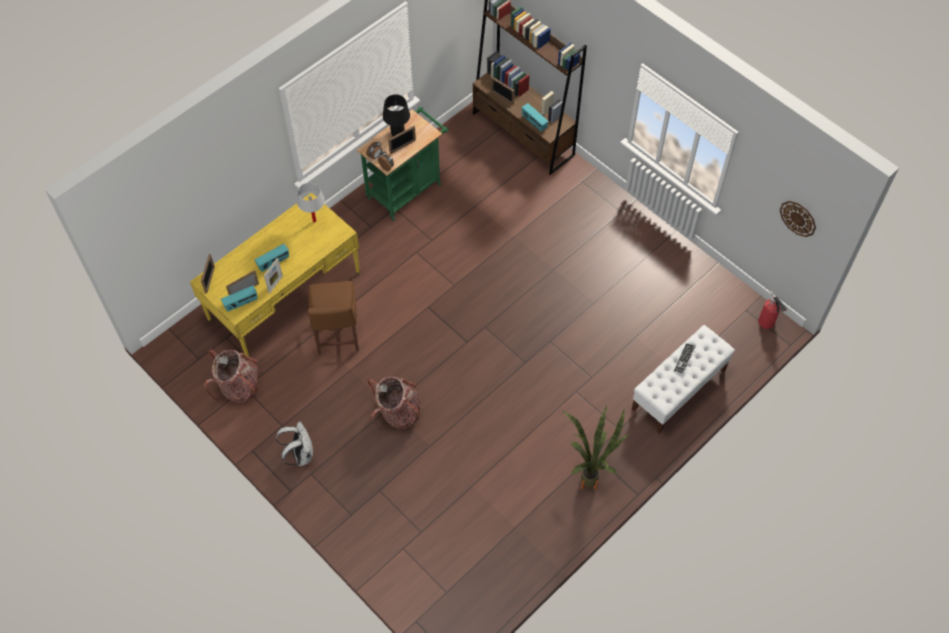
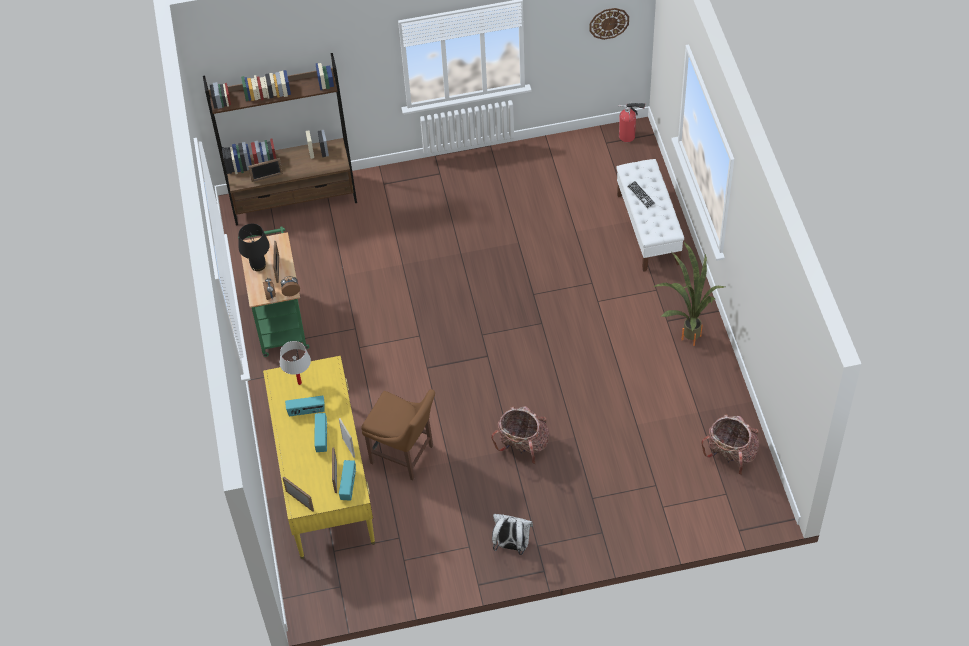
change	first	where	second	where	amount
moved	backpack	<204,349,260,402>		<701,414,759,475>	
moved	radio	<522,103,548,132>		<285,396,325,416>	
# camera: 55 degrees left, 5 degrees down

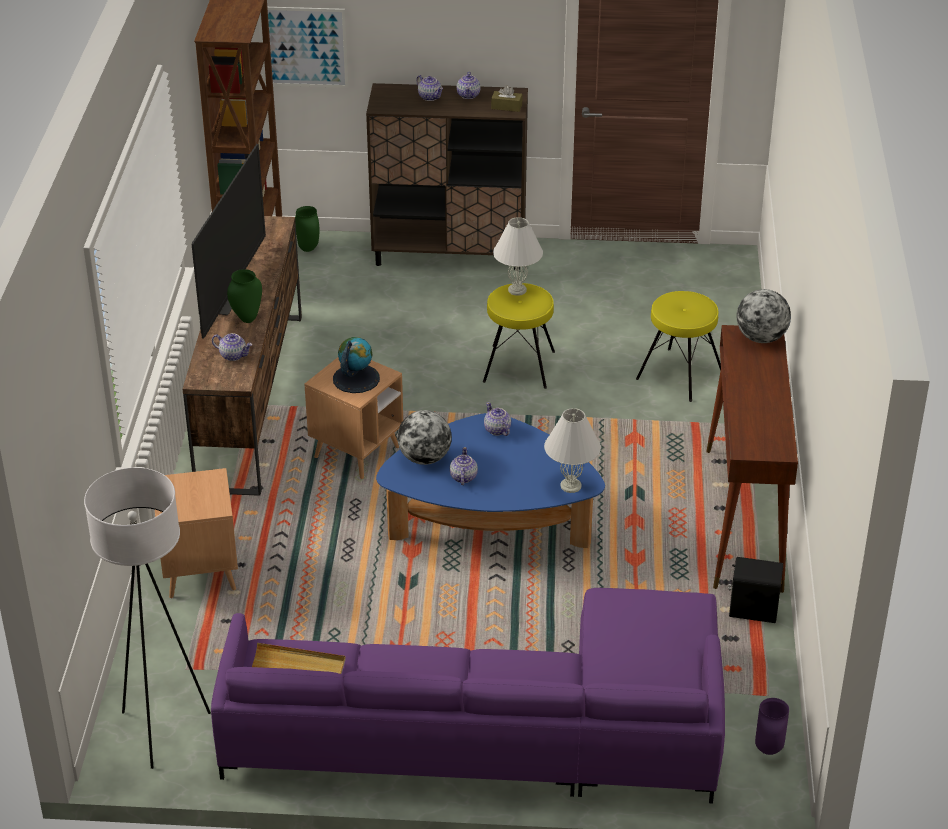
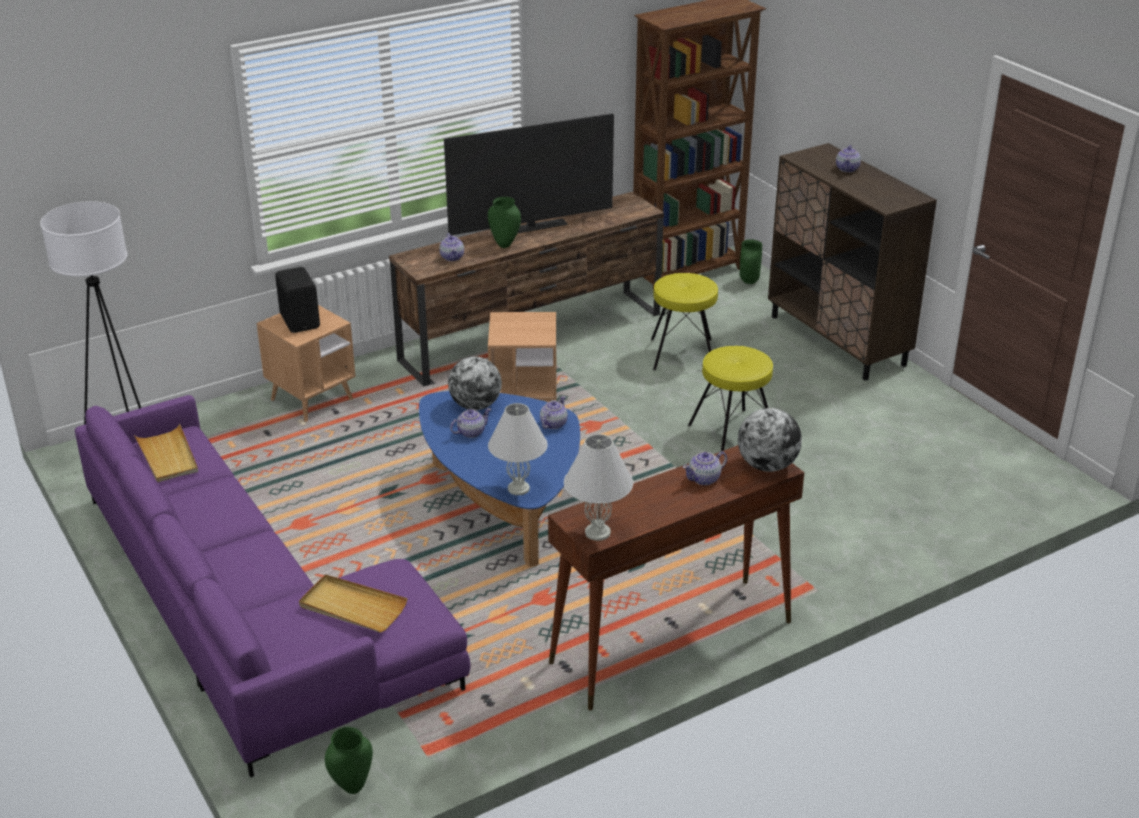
change	first	where	second	where	amount
removed	picture	<258,7,348,88>			
removed	globe	<333,337,380,393>			
moved	teapot	<457,71,480,99>		<683,451,727,485>	
removed	tissue box/brown	<491,85,522,112>			
moved	table lamp/white	<493,217,543,296>		<564,434,633,541>	
moved	stool/yellow	<636,291,721,402>		<651,273,718,371>	
moved	speaker/black	<728,557,783,623>		<275,267,320,333>	
recoloured	vase/purple	<755,698,789,755>	vase/green	<325,727,373,794>	
added			tray/beige	<299,574,408,633>	
# camera: 55 degrees right, 5 degrees down

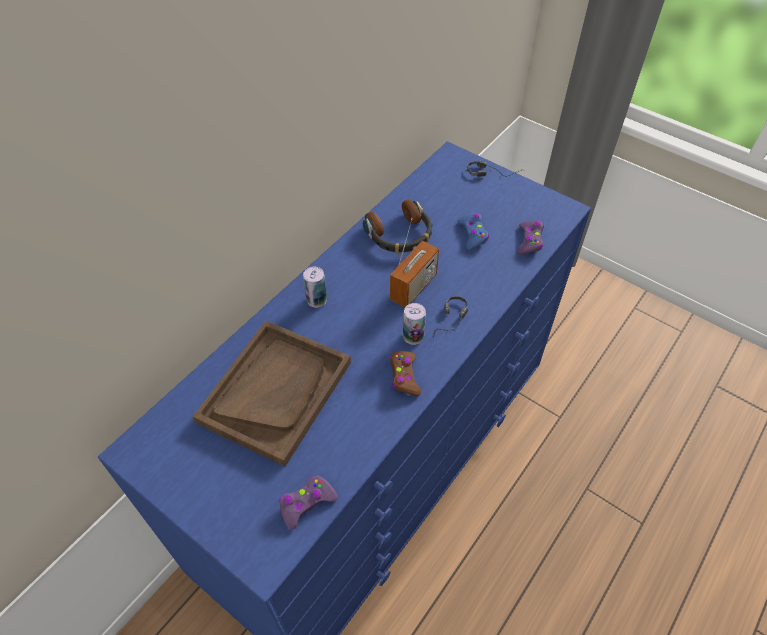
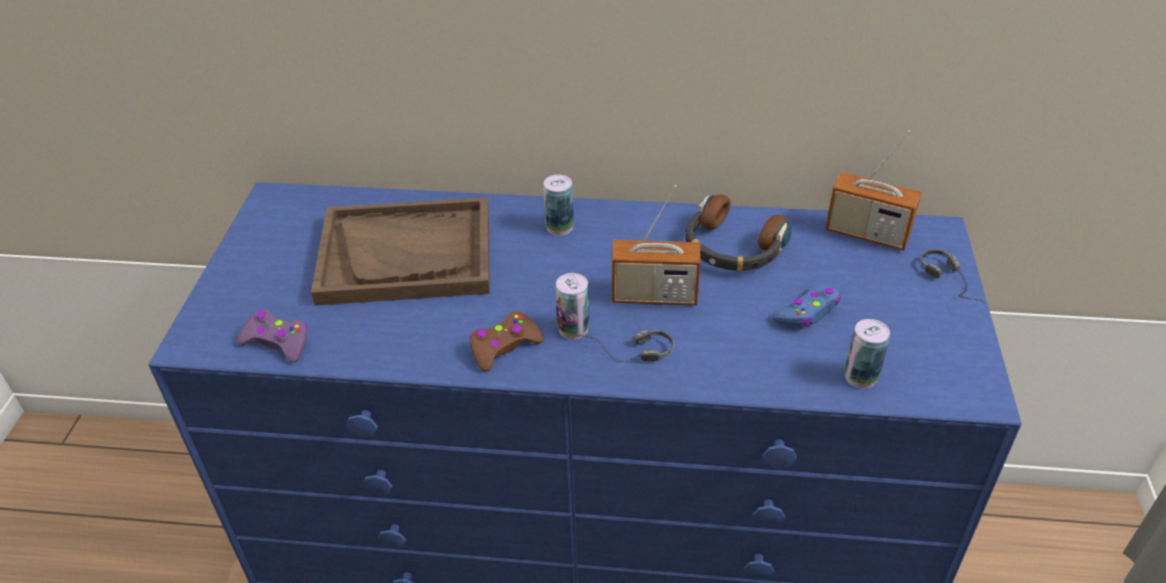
change	first	where	second	where	amount
replaced	game controller/purple	<518,220,544,255>	can	<845,319,890,388>	
added			radio	<825,130,921,251>	
# camera: 60 degrees right, 10 degrees down

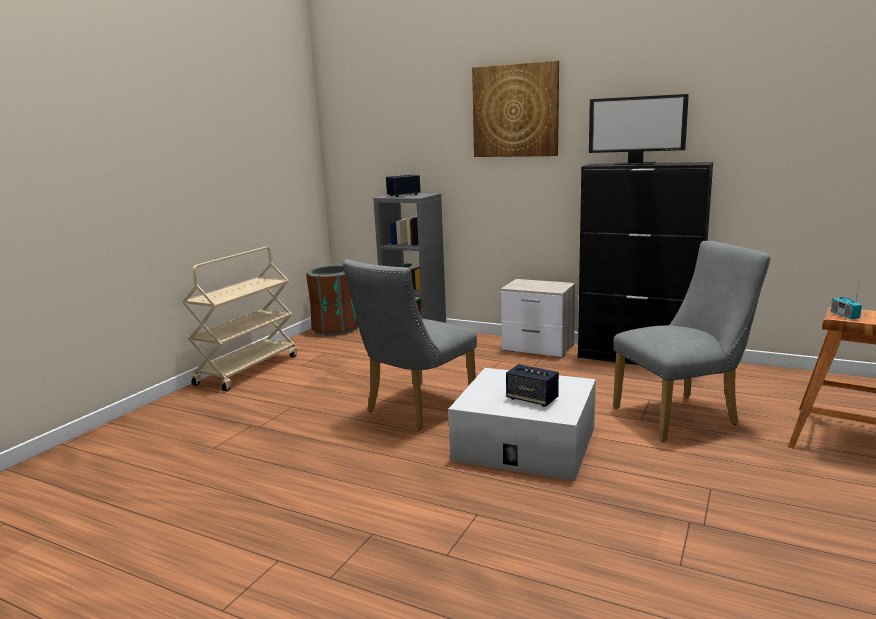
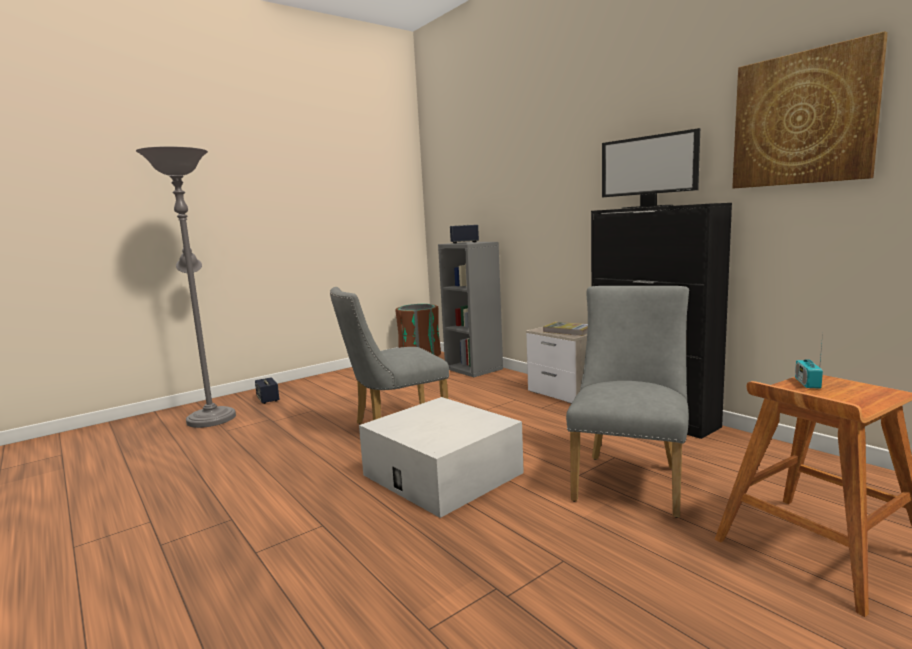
change	first	where	second	where	amount
removed	cart/beige	<182,247,297,391>			
moved	picture	<472,60,559,157>		<732,31,888,188>	
moved	speaker	<506,364,559,407>		<255,377,279,404>	
turned	chair/grey	<613,241,771,442>		<566,286,689,518>	75 degrees counterclockwise
added			floor lamp/grey	<136,146,236,428>	
added			book	<543,322,588,336>	
# camera: 25 degrees right, 5 degrees down

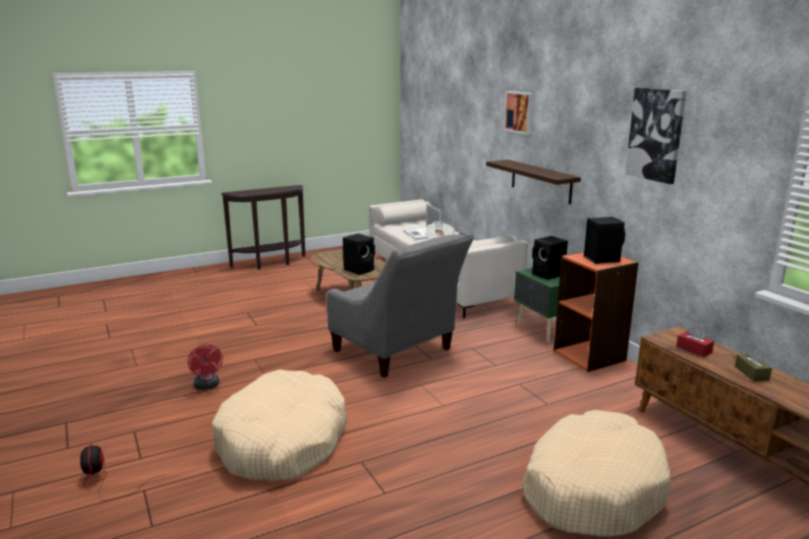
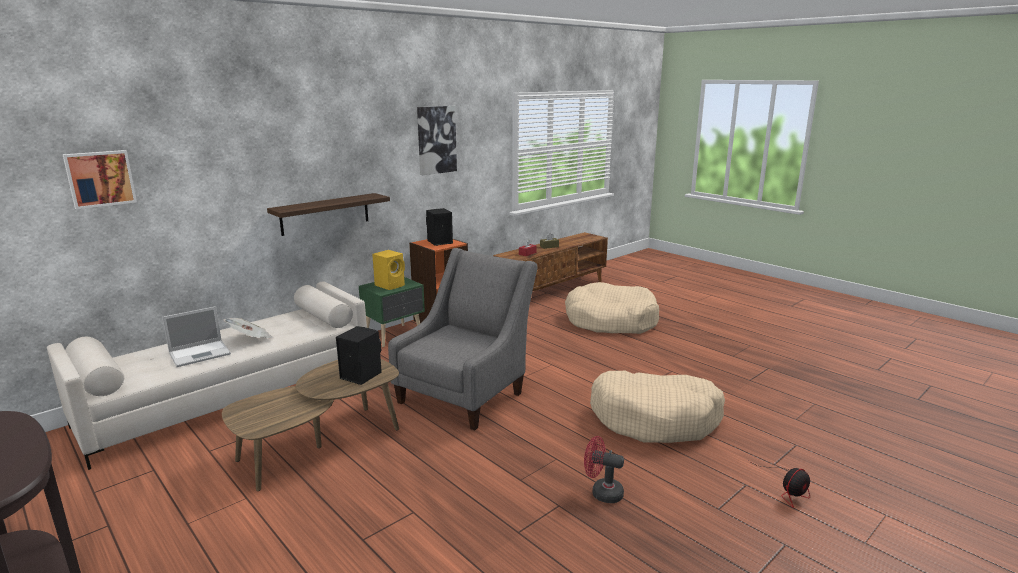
change	first	where	second	where	amount
turned	fan/red	<188,344,223,390>		<584,436,624,503>	120 degrees counterclockwise
moved	picture	<504,91,534,135>		<62,150,137,209>	
recoloured	speaker/black	<532,236,568,280>	speaker/yellow	<372,250,405,290>	
# camera: 105 degrees left, 0 degrees up

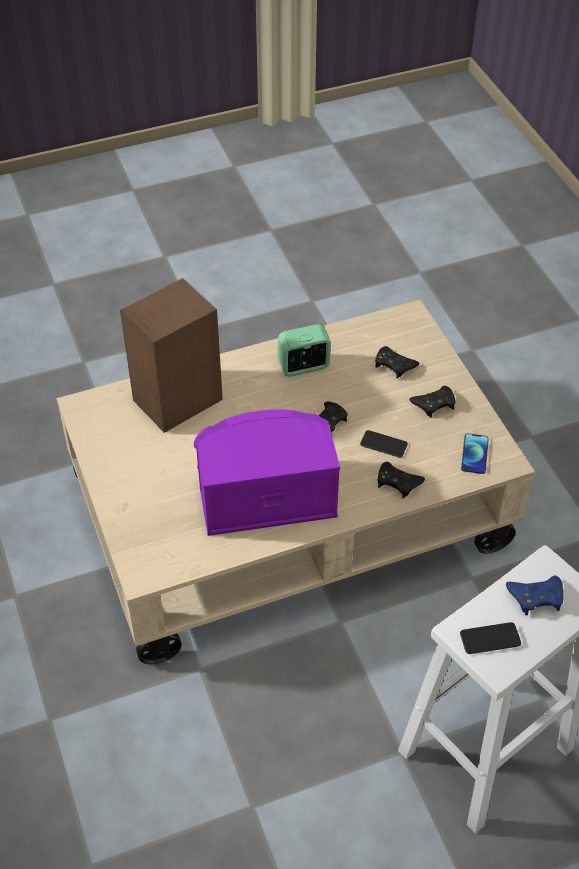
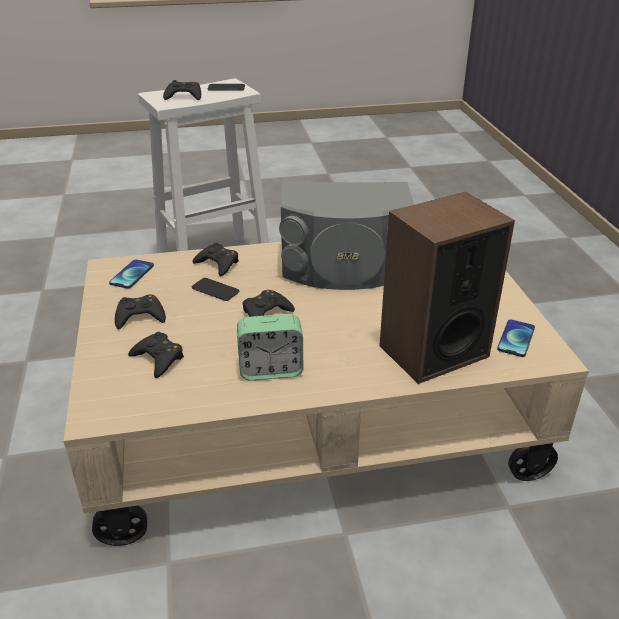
change	first	where	second	where	amount
recoloured	speaker/purple	<194,410,340,536>	speaker/grey	<279,182,414,290>	
recoloured	game controller/blue	<506,575,564,615>	game controller/black	<163,80,201,100>	
added			phone	<497,319,535,357>	
# camera: 170 degrees left, 15 degrees down

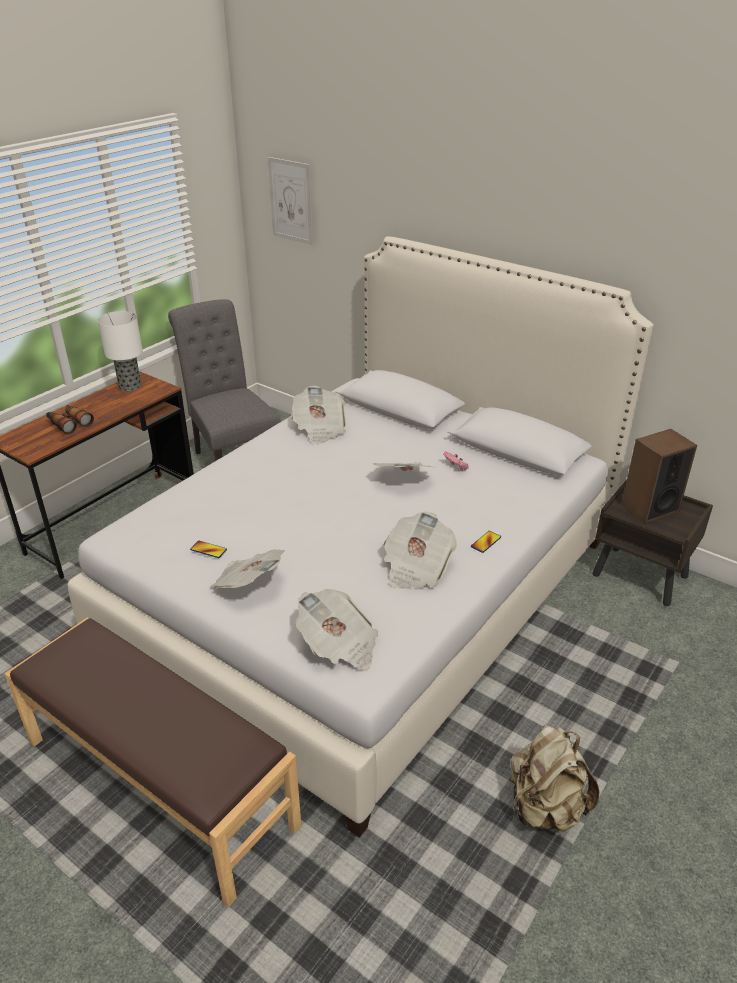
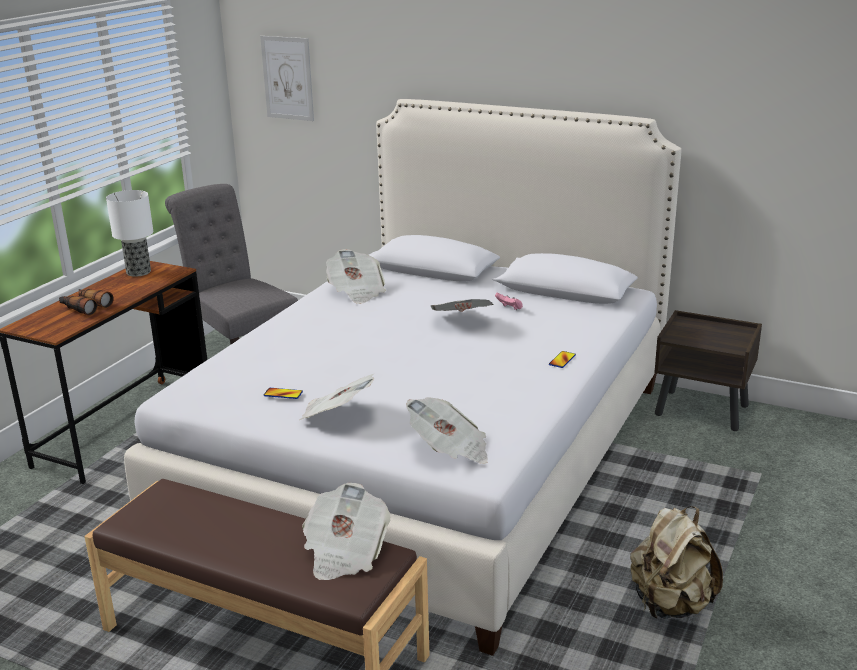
change	first	where	second	where	amount
moved	newspaper	<384,512,457,589>		<302,483,390,580>	
removed	speaker	<621,429,697,524>			
# camera: 10 degrees left, 10 degrees down

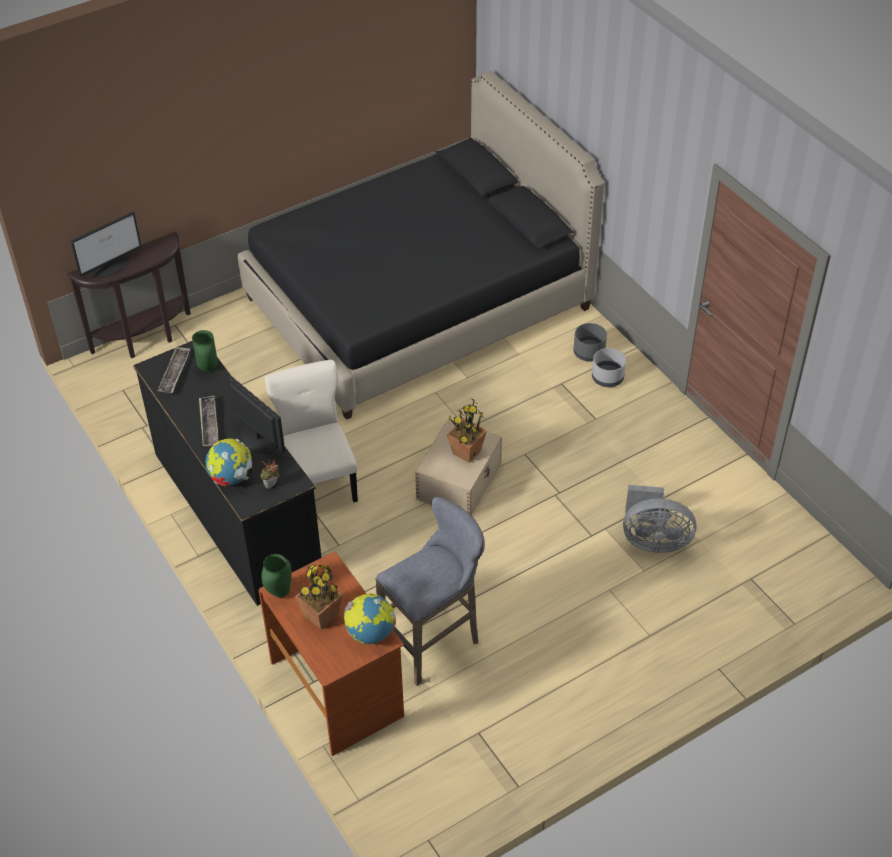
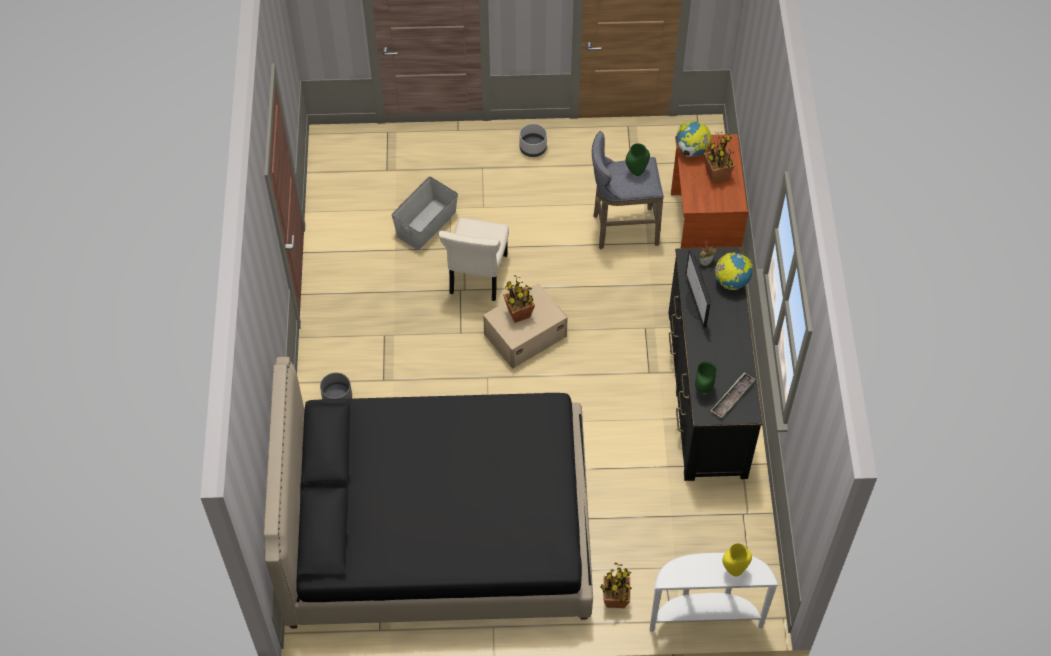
change	first	where	second	where	amount
recoloured	console table/brown	<67,232,191,358>	console table/white	<650,553,779,632>	
replaced	monitor	<71,212,142,277>	vase/yellow	<722,543,752,576>	
removed	tray	<199,396,219,448>			
moved	vase/green	<261,554,292,598>		<626,143,650,176>	
moved	chair/beige	<265,360,358,502>		<439,218,509,301>	
moved	planter/grey	<592,348,626,387>		<520,124,547,157>	
replaced	fan/grey	<623,485,697,553>	storage box/grey	<392,176,458,250>	
added			potted plant	<600,562,632,608>	
# camera: 150 degrees left, 10 degrees up

